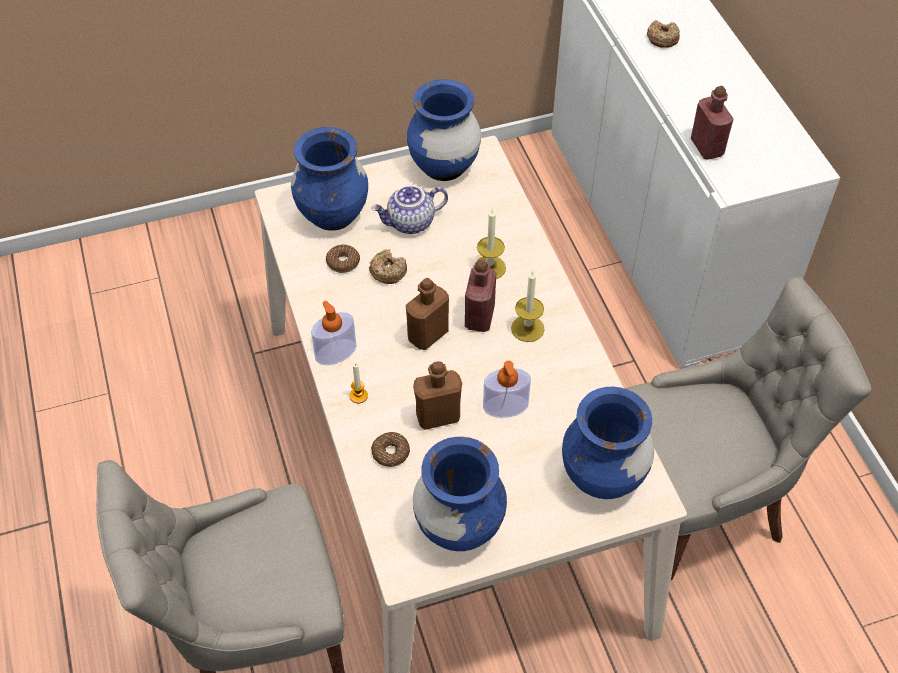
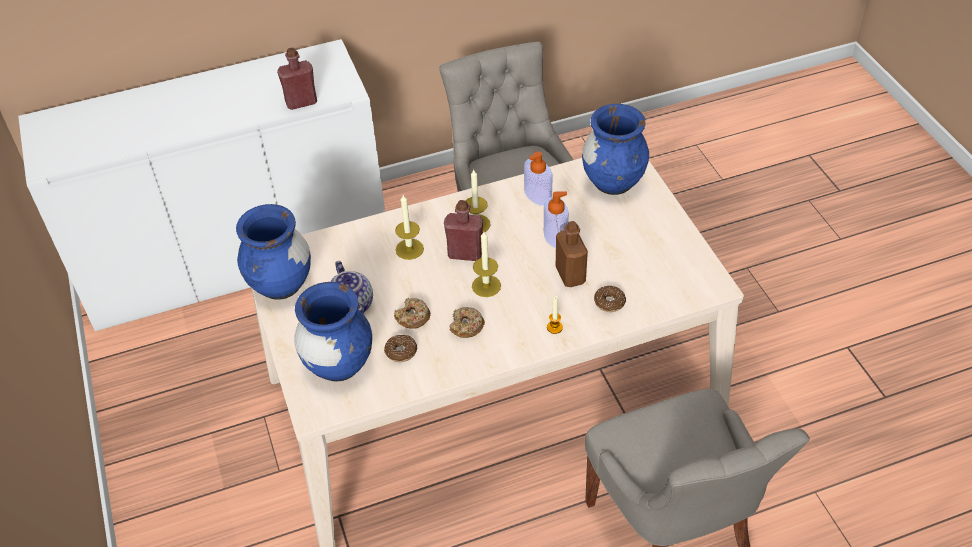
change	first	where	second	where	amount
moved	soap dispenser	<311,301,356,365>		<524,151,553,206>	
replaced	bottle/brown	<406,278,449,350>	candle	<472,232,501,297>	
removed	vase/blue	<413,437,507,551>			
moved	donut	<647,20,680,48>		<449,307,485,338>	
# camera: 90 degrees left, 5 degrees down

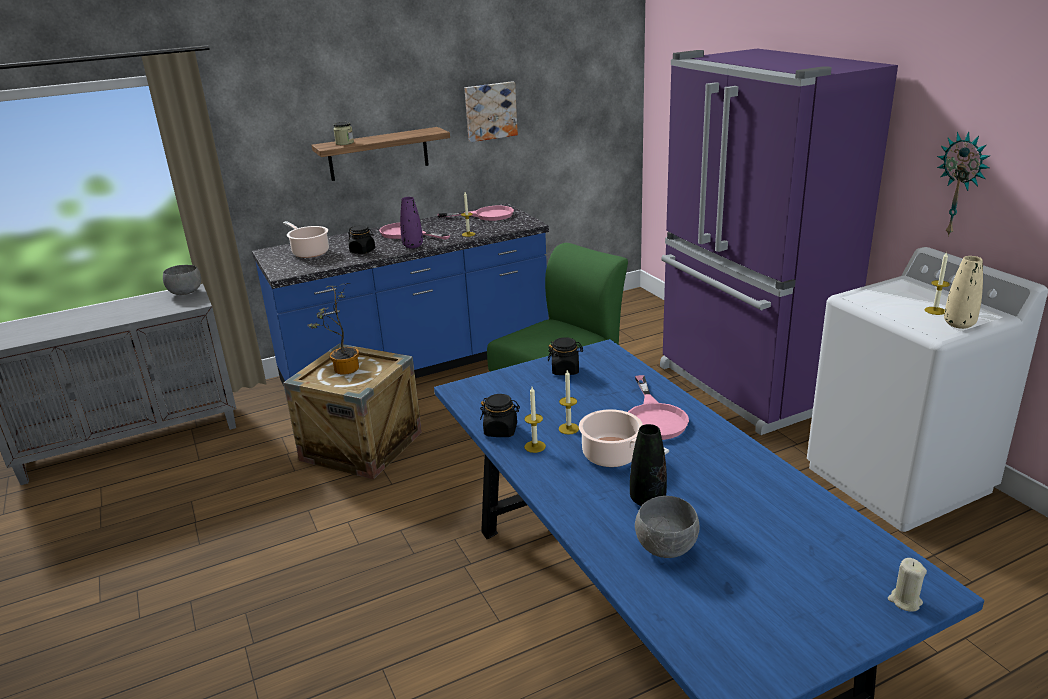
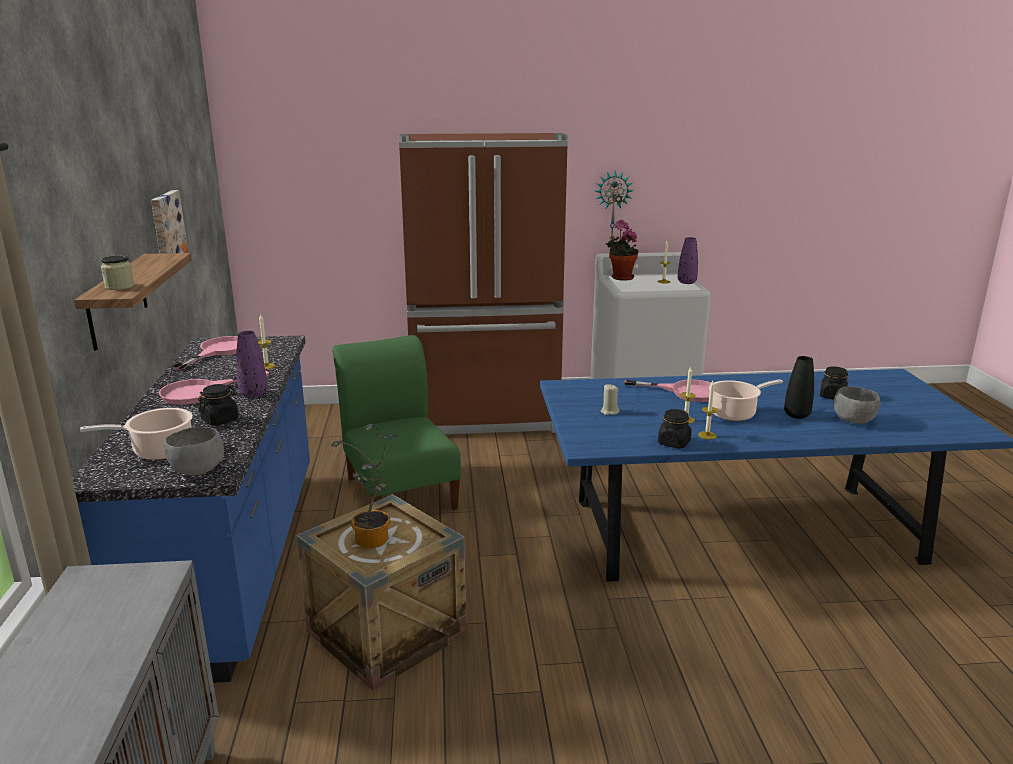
change	first	where	second	where	amount
moved	bowl/grey	<163,265,201,295>		<164,427,224,476>	
moved	jar/black	<548,337,583,375>		<820,366,848,400>	
recoloured	fridge/purple	<660,49,898,435>	fridge/brown	<399,133,568,434>	
moved	candle/beige	<888,558,927,612>		<601,384,619,415>	
recoloured	vase/beige	<944,256,983,329>	vase/purple	<678,237,698,284>	
added			potted plant	<606,220,639,281>	
# camera: 70 degrees left, 5 degrees down

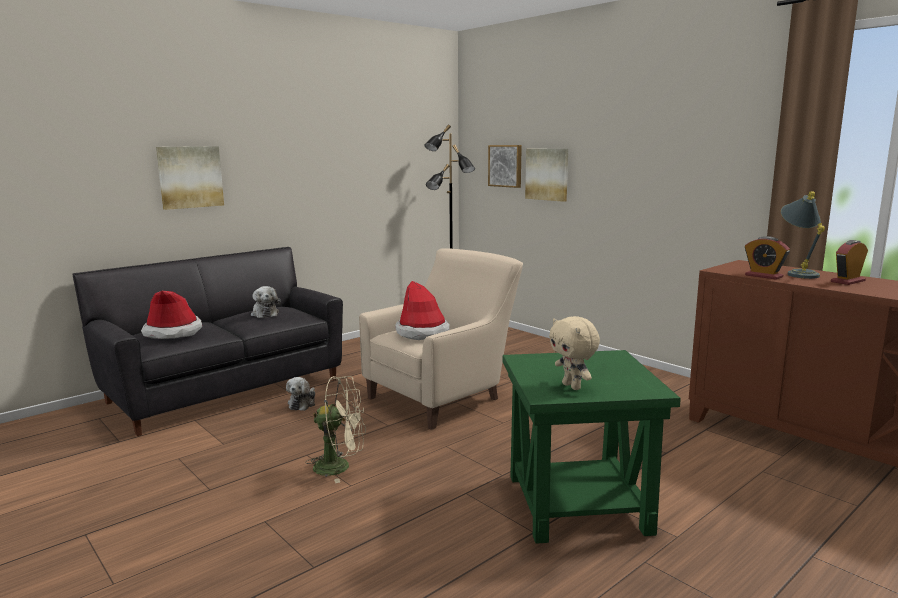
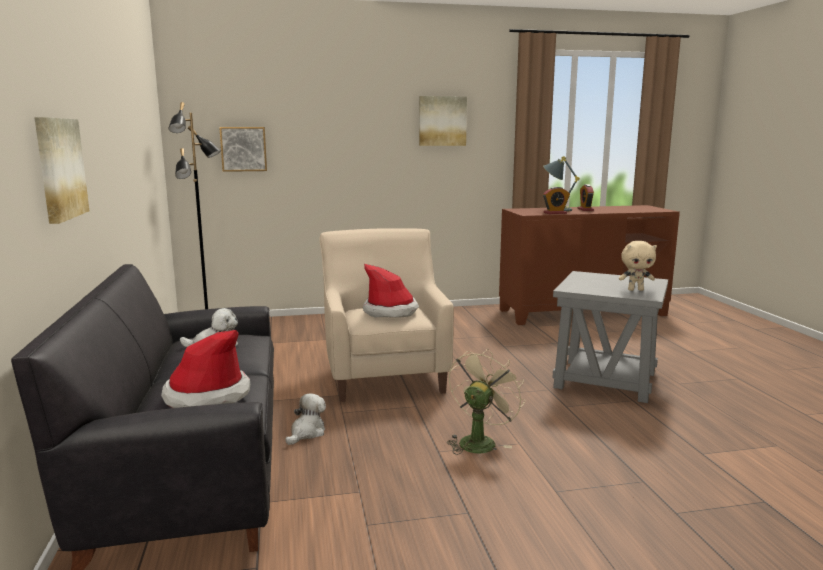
change	first	where	second	where	amount
turned	plush toy	<286,377,315,411>		<285,393,326,445>	105 degrees counterclockwise
recoloured	side table/green	<503,350,681,544>	side table/grey	<553,271,668,403>	
moved	picture	<525,149,568,202>		<419,96,467,146>	
# camera: 60 degrees left, 0 degrees up

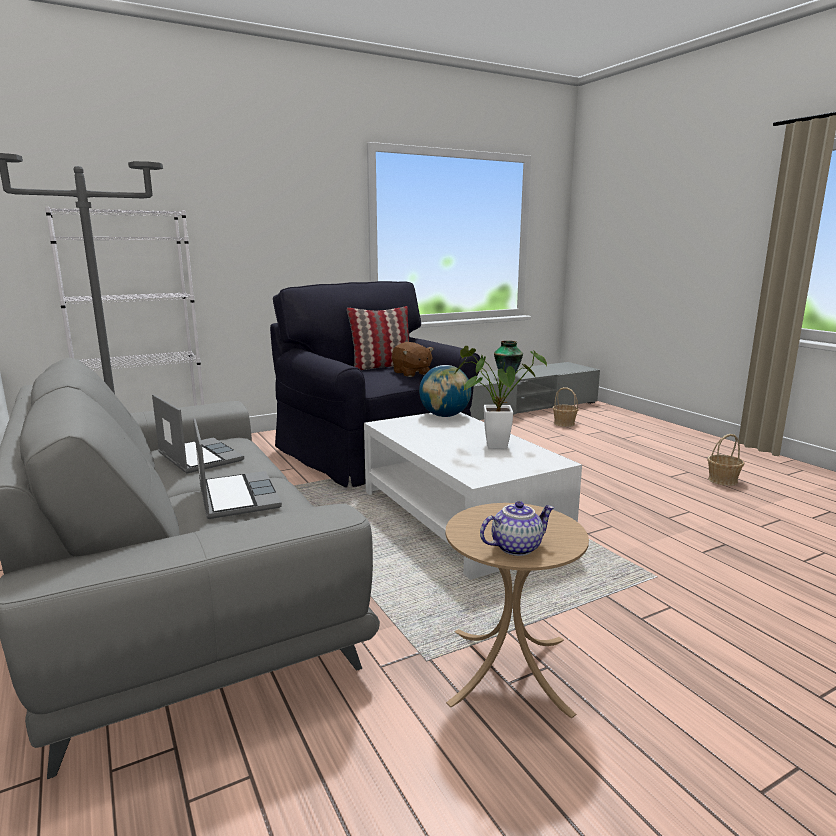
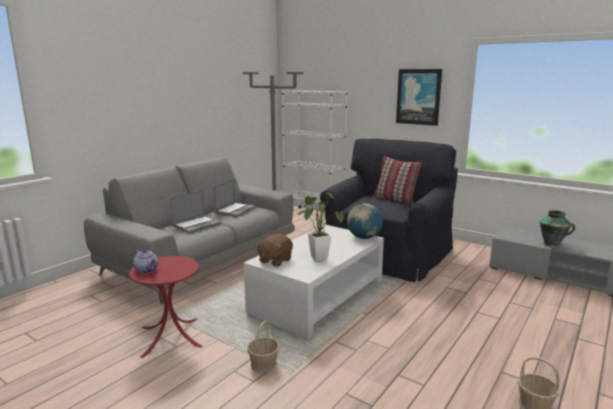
change	first	where	second	where	amount
moved	plush toy/brown	<392,342,434,377>		<257,234,293,266>	
recoloured	side table/beige	<446,503,589,718>	side table/red	<129,256,203,358>	
moved	basket	<553,387,578,427>		<247,320,280,373>	
added			picture	<396,69,442,126>	
# camera: 65 degrees right, 0 degrees up

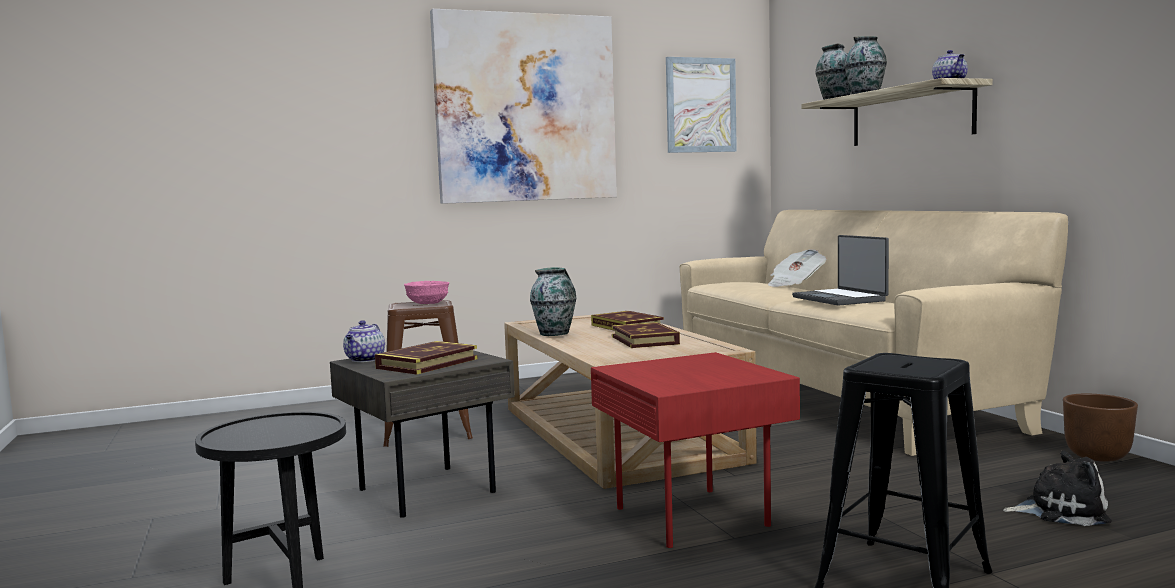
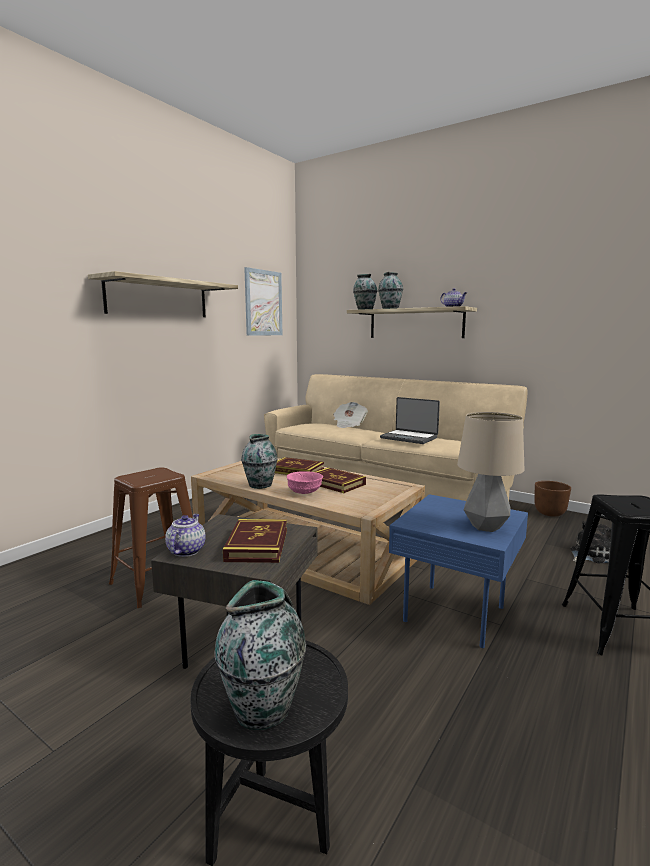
change	first	where	second	where	amount
turned	teapot	<343,320,385,362>		<165,514,206,557>	150 degrees counterclockwise
moved	bowl/pink	<404,281,449,304>		<287,471,323,494>	
replaced	picture	<430,9,617,204>	shelf	<88,271,238,317>	
recoloured	side table/red	<591,352,800,548>	side table/blue	<389,494,528,648>	
added			vase	<214,580,306,730>	
added			table lamp	<457,412,525,532>	
# camera: 35 degrees left, 5 degrees up

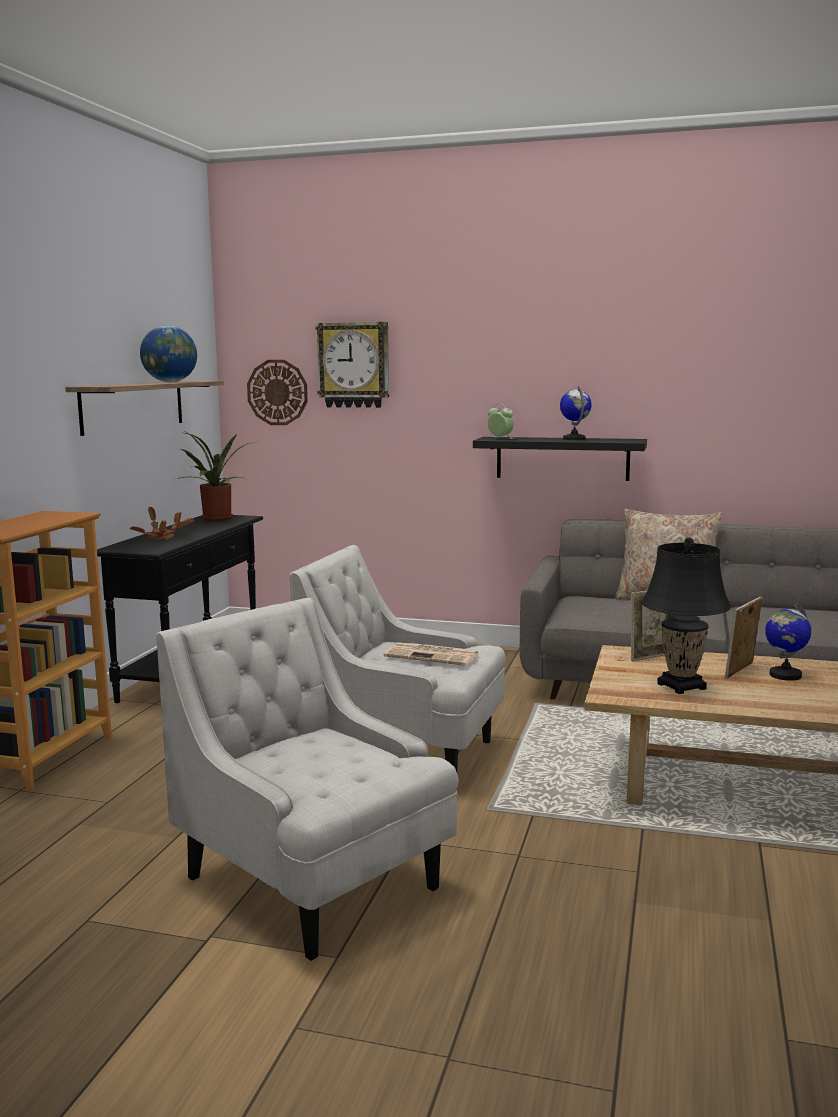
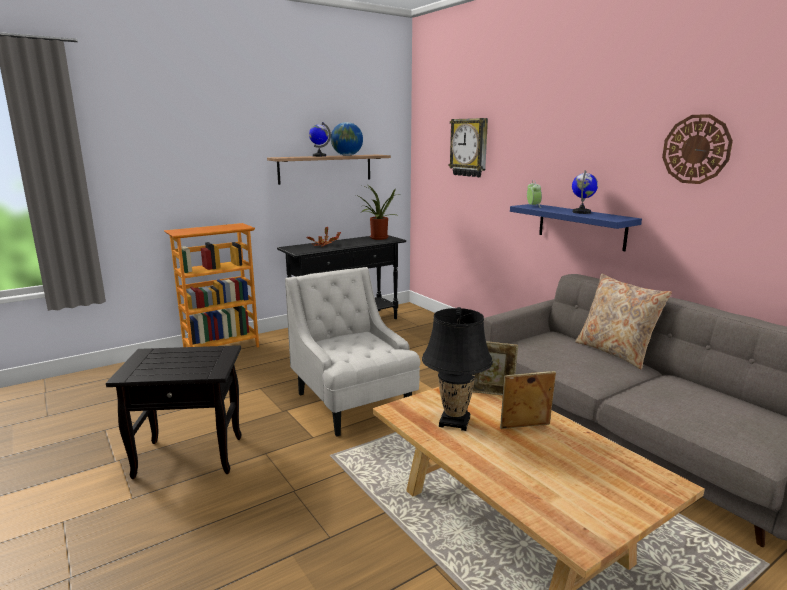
change	first	where	second	where	amount
replaced	armchair/white	<156,597,458,961>	side table/black	<106,345,242,479>	
moved	wall clock	<247,360,308,425>		<662,114,733,184>	
removed	newspaper	<383,642,478,666>			
recoloured	shelf/black	<473,437,647,481>	shelf/blue	<510,204,642,251>	
moved	globe	<765,603,811,681>		<309,122,331,157>	
# camera: 40 degrees right, 5 degrees up

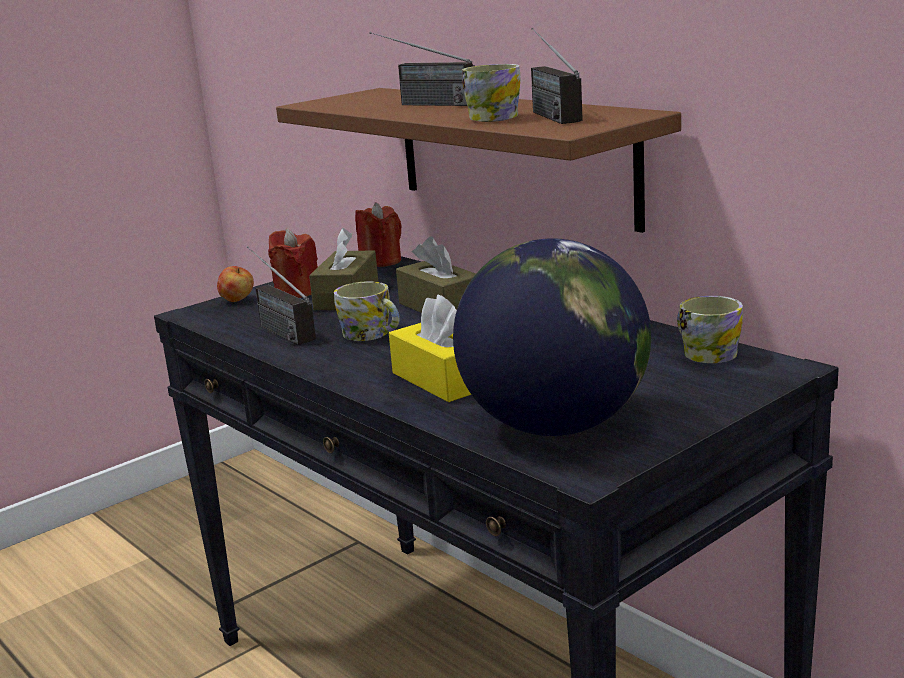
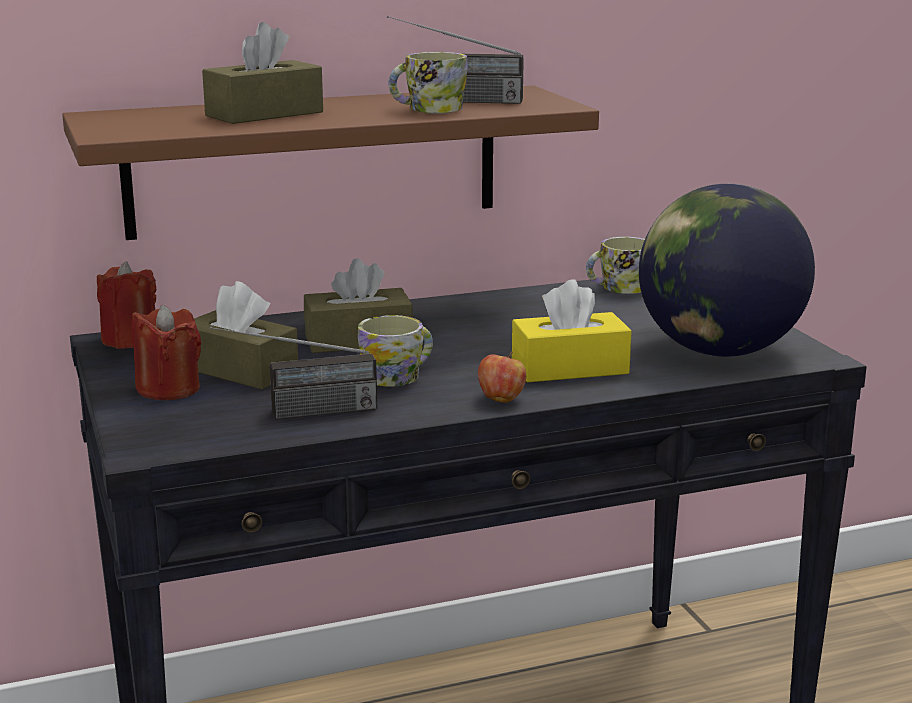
change	first	where	second	where	amount
moved	apple	<217,266,254,302>		<478,351,526,403>	
replaced	radio	<370,32,475,106>	tissue box/brown	<202,22,323,124>	
# camera: 70 degrees left, 0 degrees up

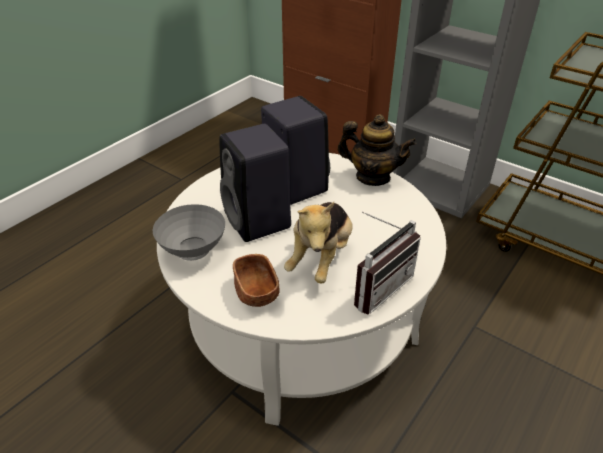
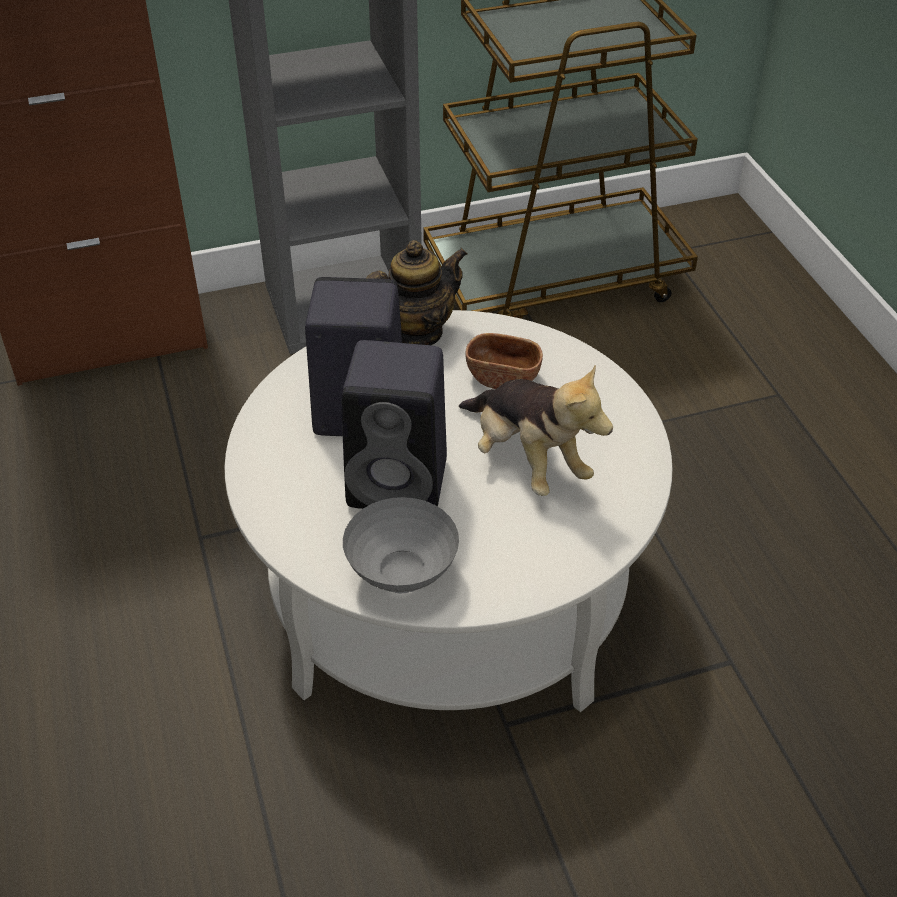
change	first	where	second	where	amount
moved	bowl/brown	<233,254,280,307>		<465,333,543,389>	
removed	radio	<354,212,421,314>			
# camera: 55 degrees left, 5 degrees up

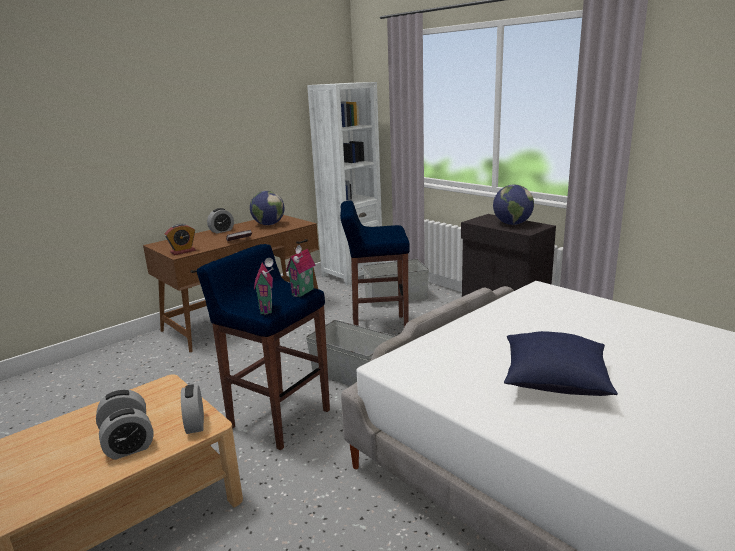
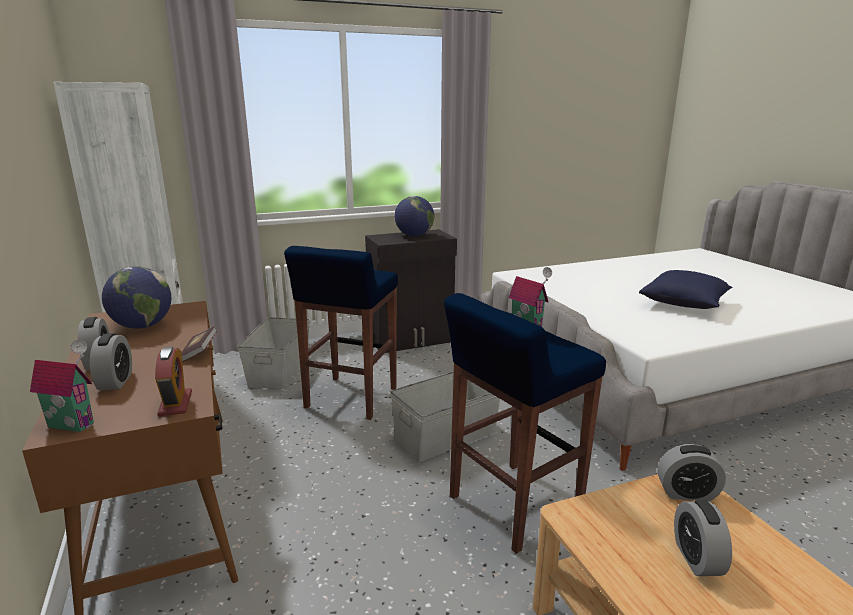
change	first	where	second	where	amount
moved	alarm clock	<99,408,154,460>		<90,333,132,391>	
moved	toy house	<254,258,274,315>		<30,340,94,432>	
# camera: 70 degrees left, 0 degrees up

